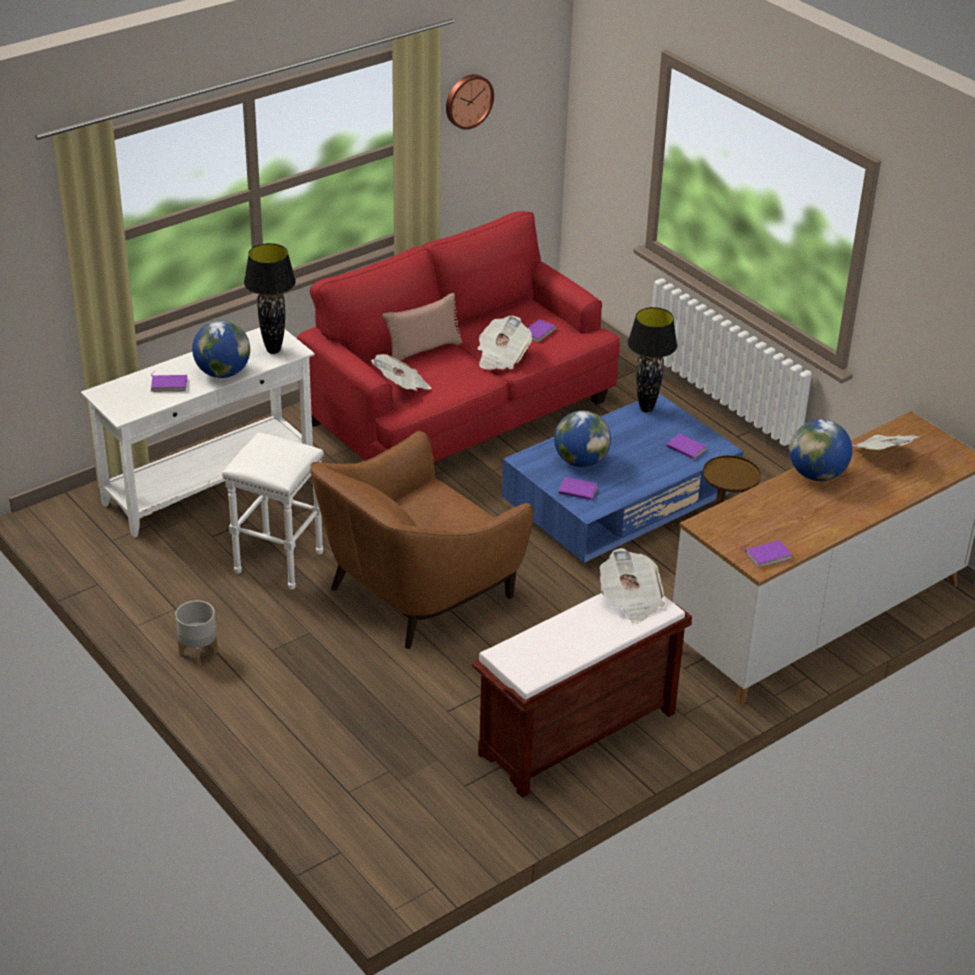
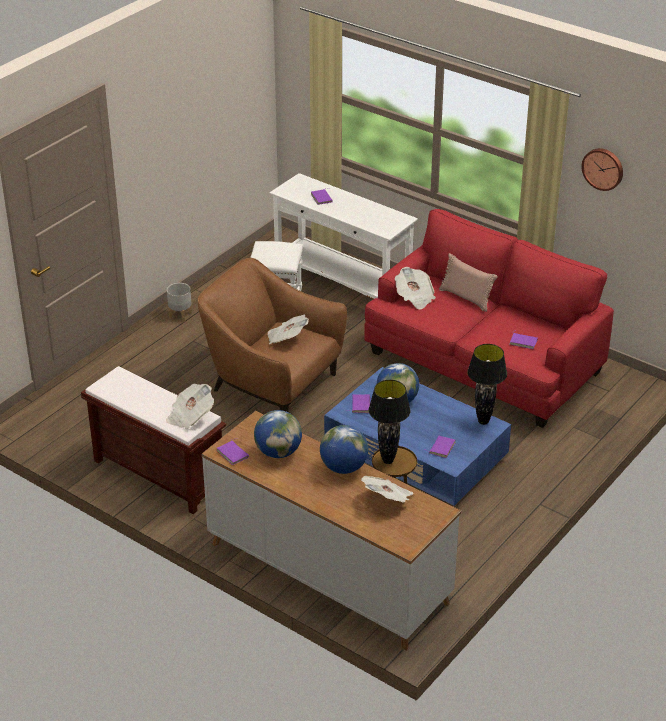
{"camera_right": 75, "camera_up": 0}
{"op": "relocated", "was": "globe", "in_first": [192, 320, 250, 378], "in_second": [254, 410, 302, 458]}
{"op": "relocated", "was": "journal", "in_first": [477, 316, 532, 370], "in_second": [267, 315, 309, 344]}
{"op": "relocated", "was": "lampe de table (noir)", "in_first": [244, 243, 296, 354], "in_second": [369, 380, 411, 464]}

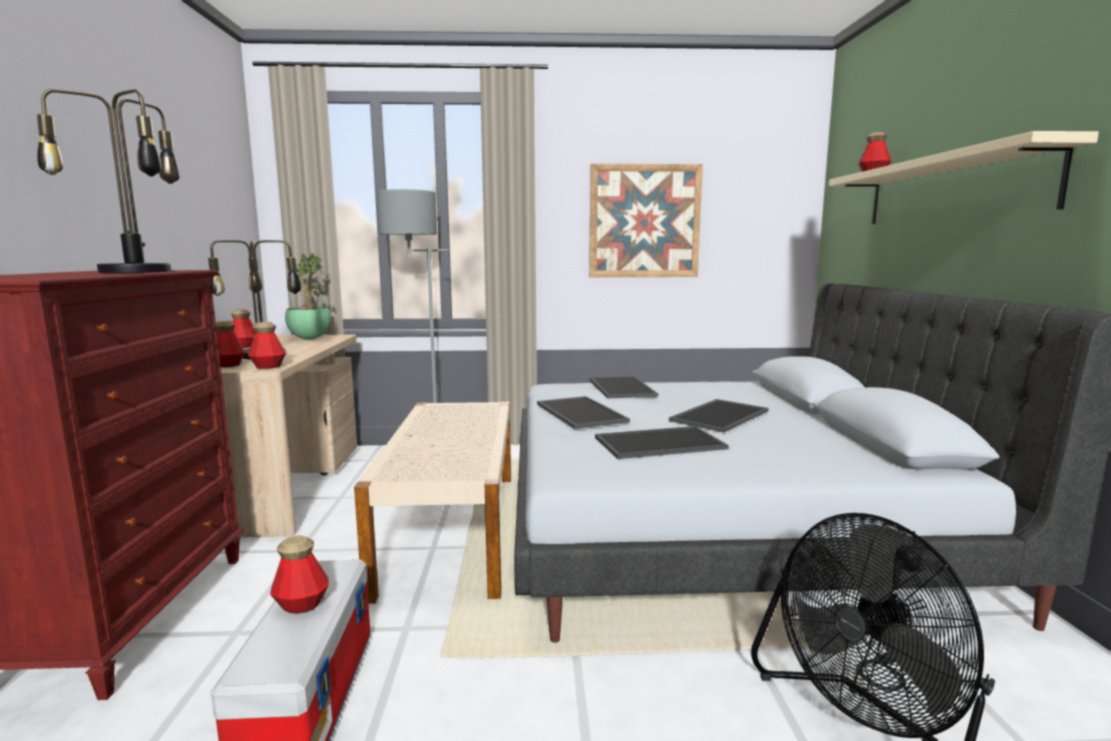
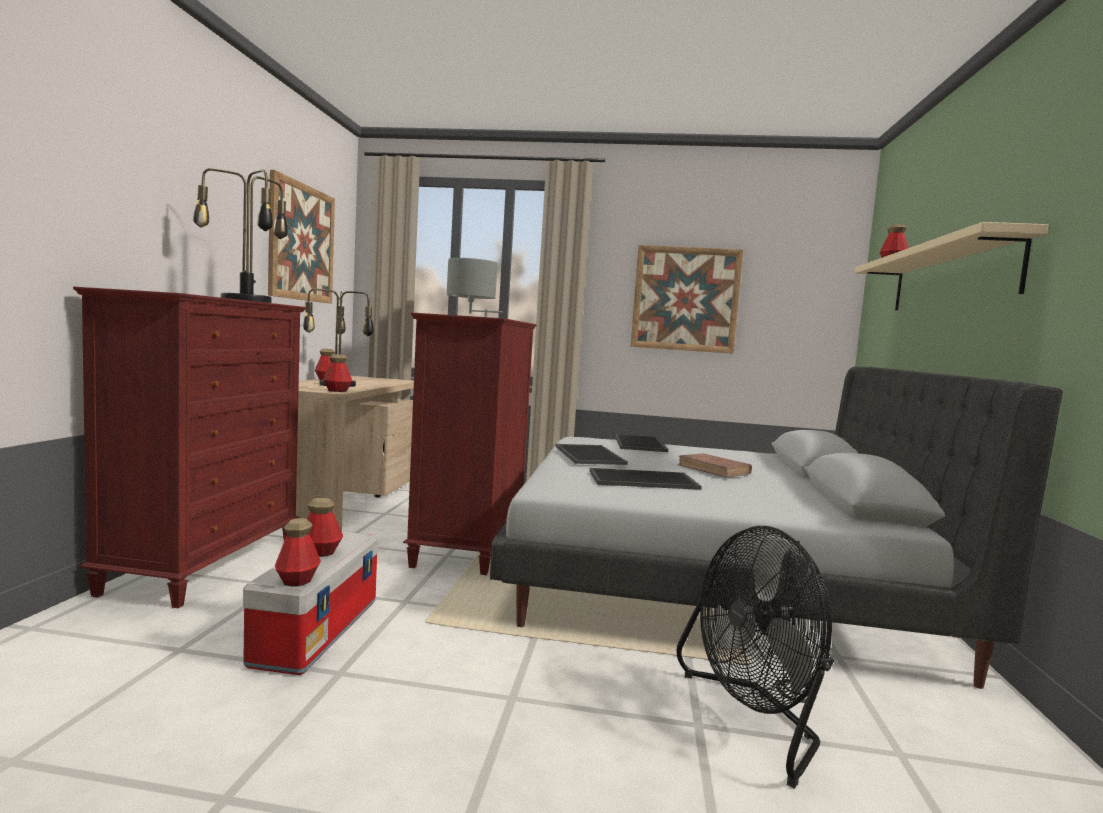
{"camera_right": 10, "camera_up": -5}
{"op": "appeared", "now": "tableau", "in_second": [268, 170, 335, 304]}
{"op": "relocated", "was": "bouteille", "in_first": [216, 321, 245, 367], "in_second": [275, 518, 321, 587]}
{"op": "exchanged", "was": "banc (beige)", "now": "commode (rouge)", "in_first": [354, 402, 511, 604], "in_second": [403, 313, 537, 575]}
{"op": "exchanged", "was": "plateau", "now": "livre (marron)", "in_first": [669, 399, 769, 432], "in_second": [677, 453, 752, 477]}
{"op": "missing", "was": "plante en pot", "in_first": [285, 253, 331, 339]}

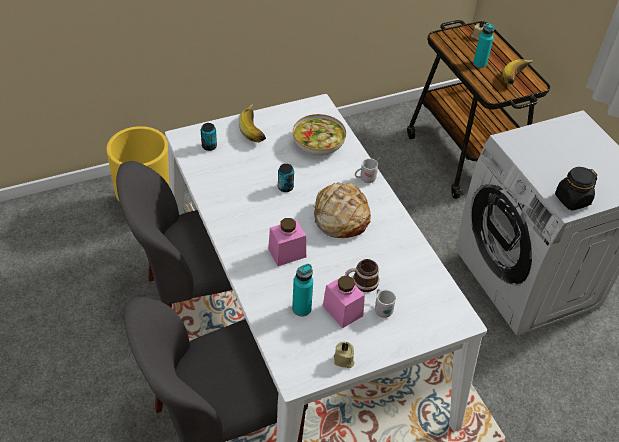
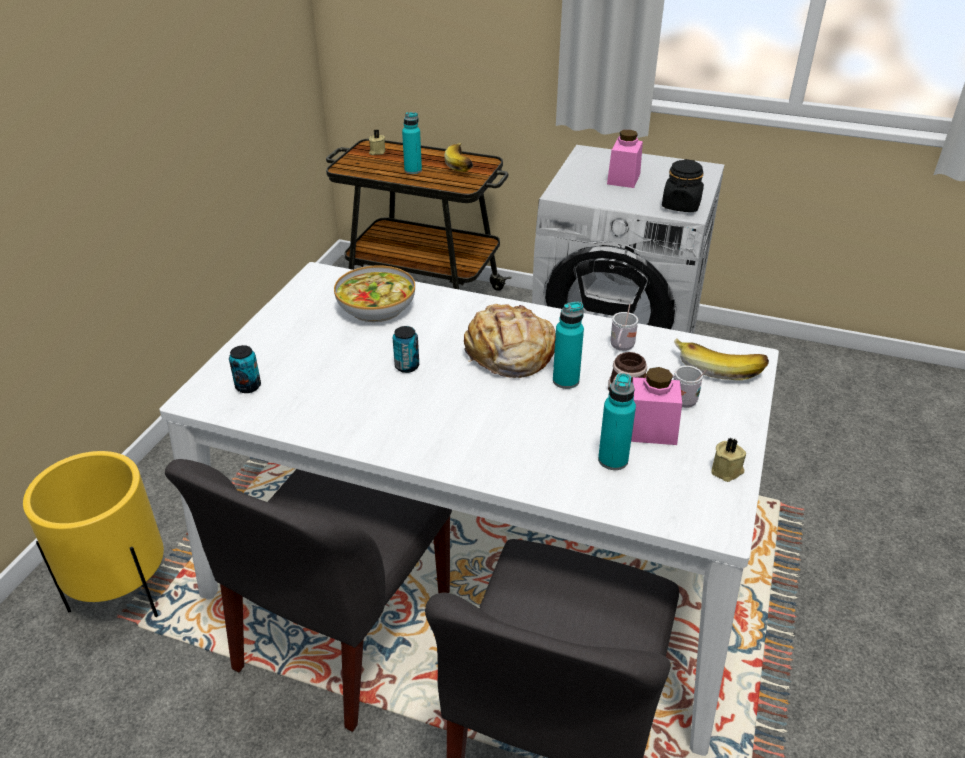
{"camera_right": -45, "camera_up": -10}
{"op": "appeared", "now": "bouteille (turquoise)", "in_second": [553, 301, 584, 389]}
{"op": "relocated", "was": "bocal (rose)", "in_first": [268, 218, 306, 266], "in_second": [607, 130, 643, 188]}
{"op": "relocated", "was": "mug (blanc)", "in_first": [355, 157, 380, 183], "in_second": [610, 304, 638, 351]}
{"op": "relocated", "was": "banane", "in_first": [239, 104, 266, 142], "in_second": [674, 338, 769, 380]}

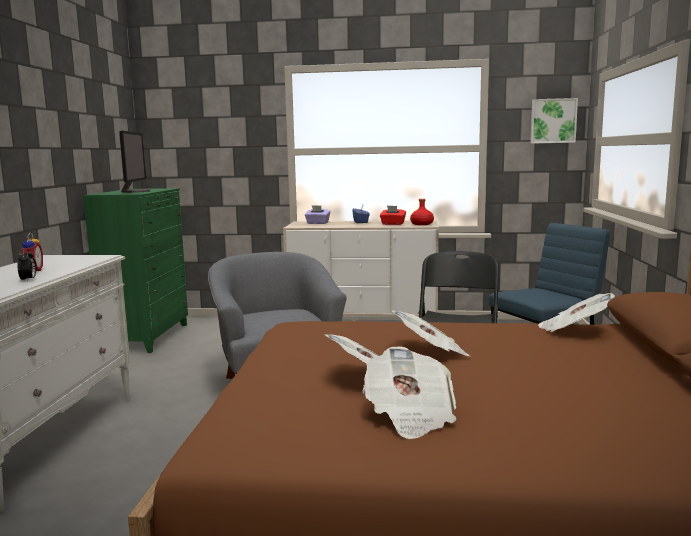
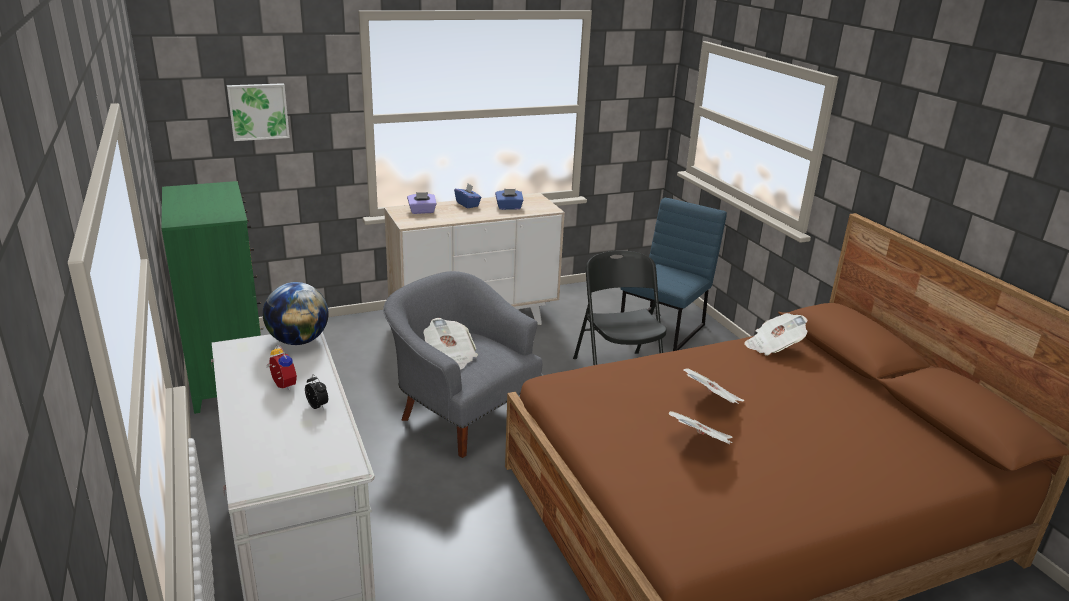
{"camera_right": -30, "camera_up": 15}
{"op": "relocated", "was": "tableau", "in_first": [530, 98, 578, 144], "in_second": [227, 83, 290, 141]}
{"op": "appeared", "now": "globe", "in_second": [263, 282, 329, 345]}
{"op": "relocated", "was": "journal", "in_first": [363, 346, 456, 439], "in_second": [423, 318, 478, 370]}
{"op": "colour", "was": "boîte à mouchoirs (rouge)", "now": "boîte à mouchoirs (bleu)", "in_first": [380, 206, 406, 225], "in_second": [495, 189, 524, 210]}
{"op": "missing", "was": "écran d'ordinateur", "in_first": [119, 131, 150, 193]}
{"op": "missing", "was": "bouteille (rouge)", "in_first": [410, 199, 434, 225]}

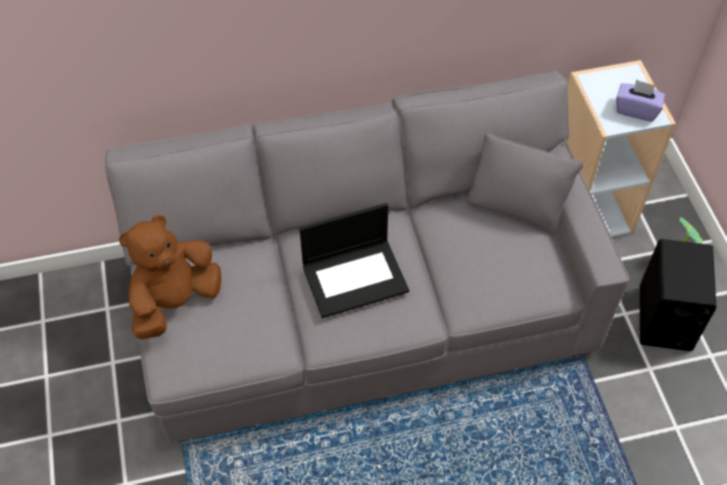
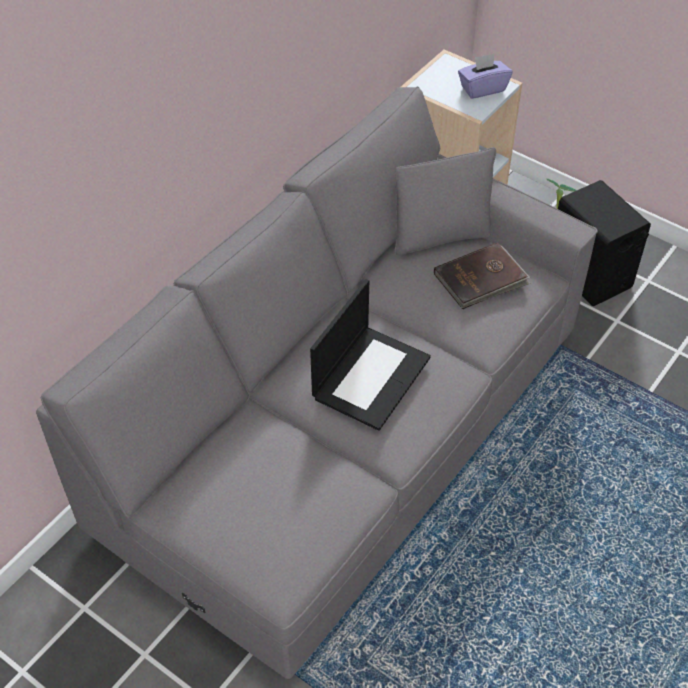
{"camera_right": -40, "camera_up": -5}
{"op": "appeared", "now": "livre (marron)", "in_second": [434, 242, 530, 309]}
{"op": "missing", "was": "peluche (marron)", "in_first": [119, 215, 222, 339]}

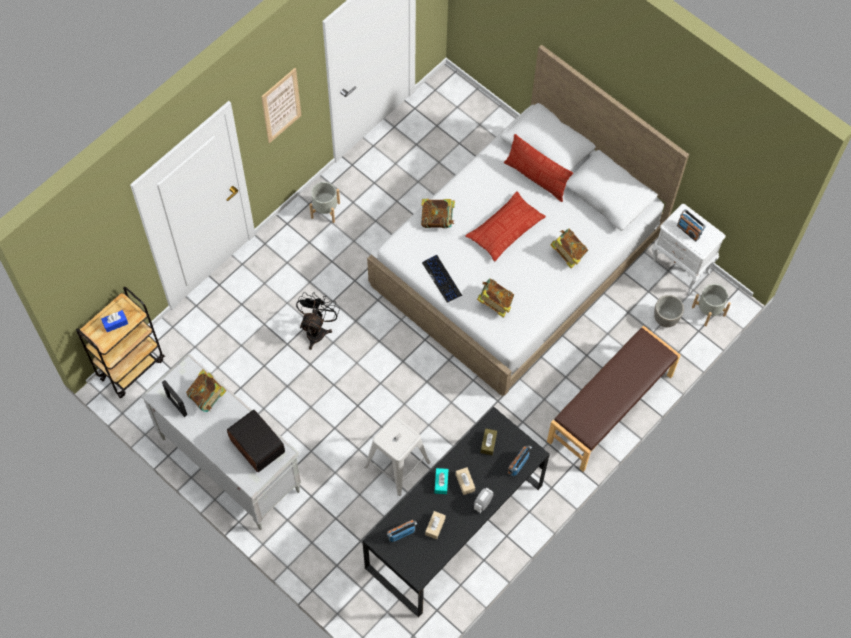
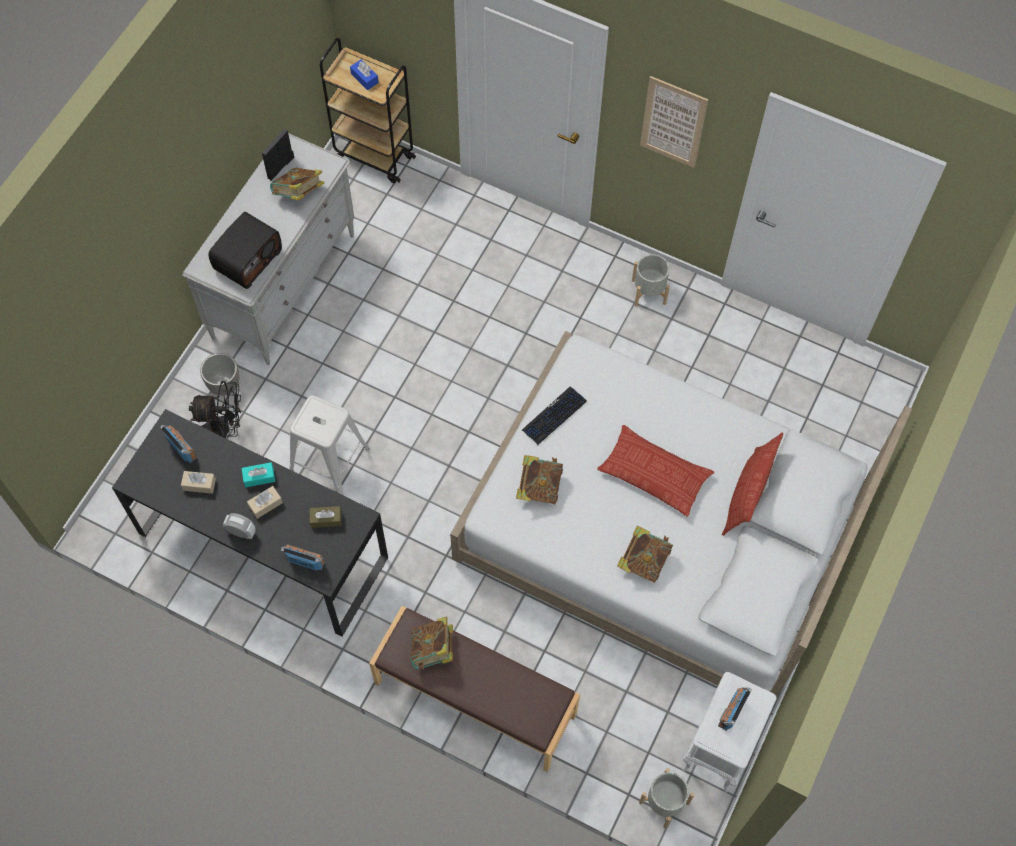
{"camera_right": 75, "camera_up": 0}
{"op": "relocated", "was": "ventilateur (noir)", "in_first": [296, 292, 340, 350], "in_second": [189, 381, 241, 438]}
{"op": "relocated", "was": "cache-pot", "in_first": [654, 295, 684, 327], "in_second": [200, 353, 239, 395]}
{"op": "relocated", "was": "livre", "in_first": [421, 199, 455, 228], "in_second": [411, 616, 453, 670]}

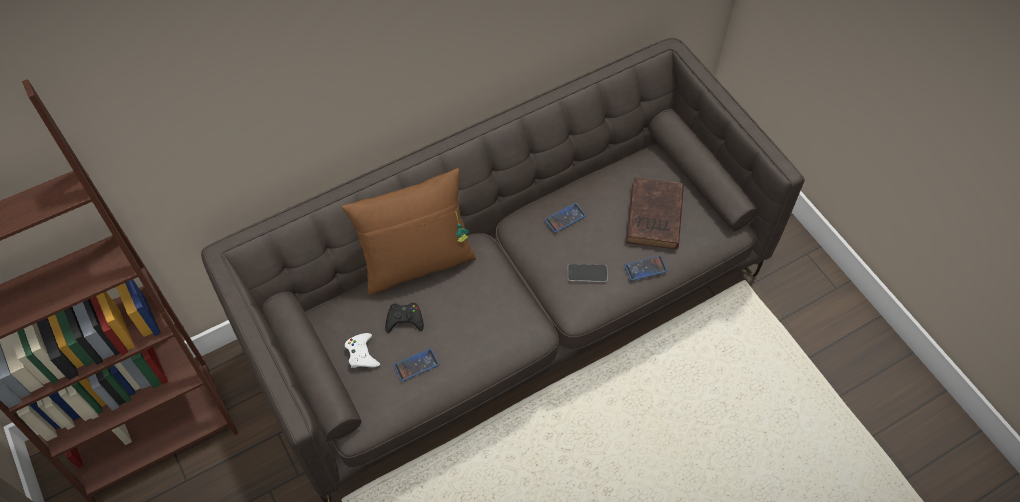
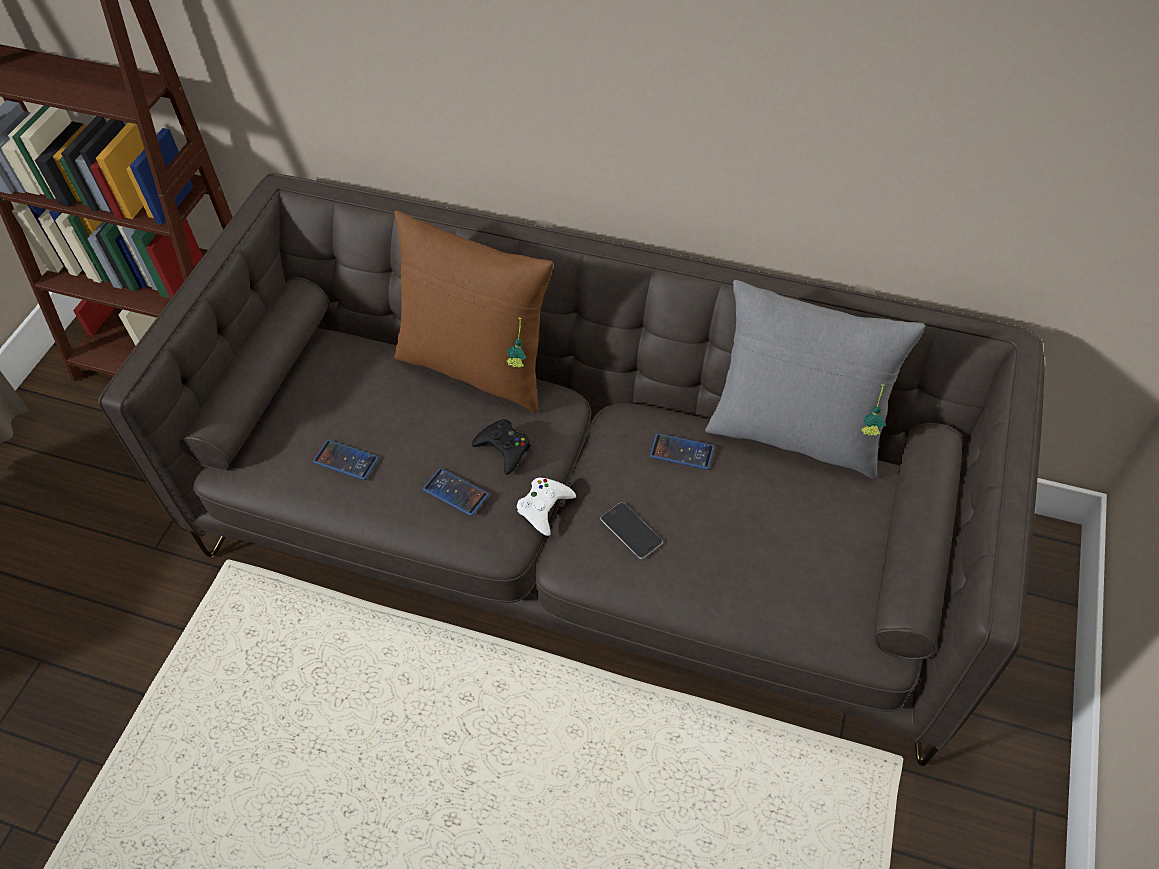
{"camera_right": 50, "camera_up": -5}
{"op": "relocated", "was": "téléphone", "in_first": [624, 255, 668, 281], "in_second": [423, 468, 489, 516]}
{"op": "relocated", "was": "manette (noir)", "in_first": [385, 303, 424, 333], "in_second": [472, 419, 531, 475]}
{"op": "relocated", "was": "manette (blanc)", "in_first": [345, 333, 380, 368], "in_second": [517, 478, 576, 536]}
{"op": "appeared", "now": "coussin (gris)", "in_second": [705, 280, 925, 479]}
{"op": "missing", "was": "livre (marron)", "in_first": [626, 177, 684, 249]}

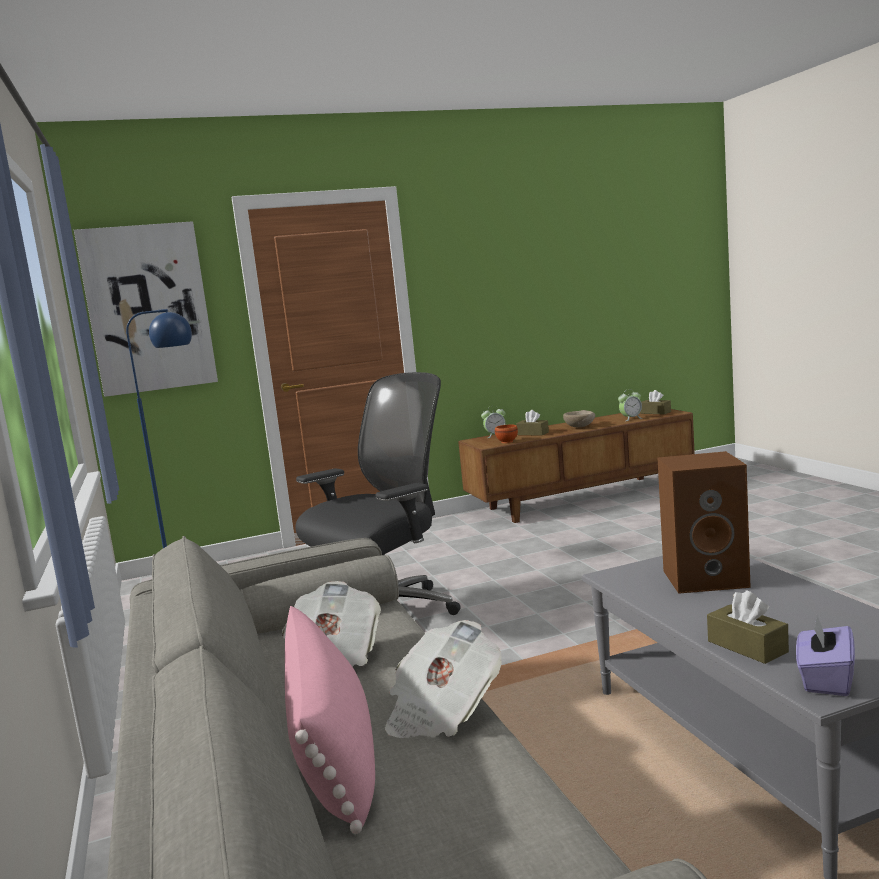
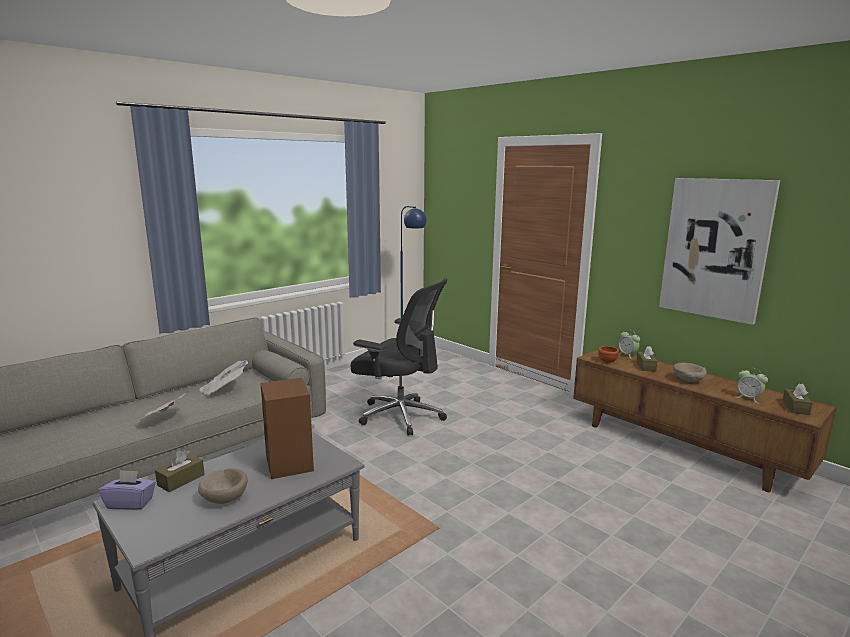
{"camera_right": 65, "camera_up": 5}
{"op": "appeared", "now": "bol (beige)", "in_second": [198, 468, 248, 504]}
{"op": "relocated", "was": "tableau", "in_first": [74, 221, 218, 397], "in_second": [659, 178, 780, 325]}
{"op": "missing", "was": "coussin (rose)", "in_first": [285, 606, 375, 834]}

